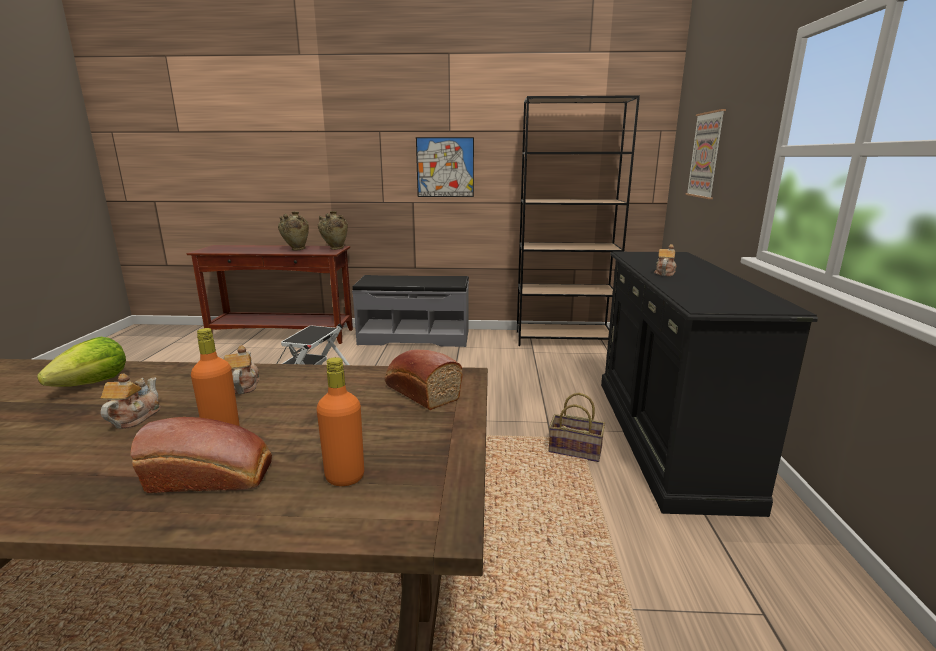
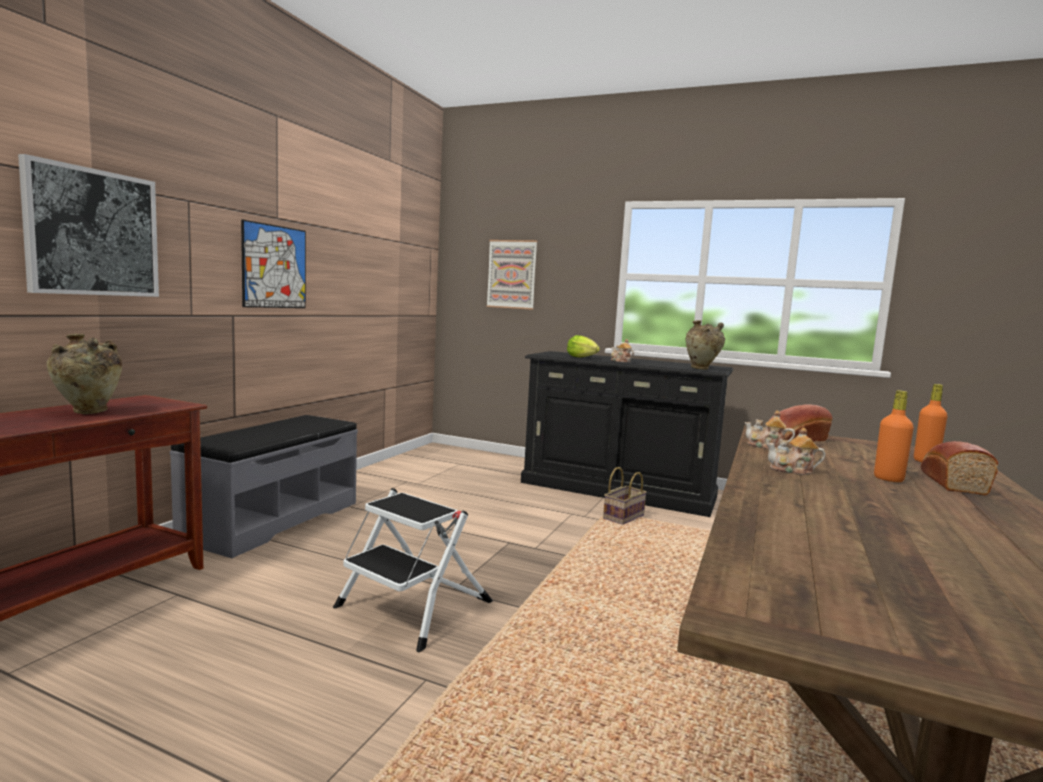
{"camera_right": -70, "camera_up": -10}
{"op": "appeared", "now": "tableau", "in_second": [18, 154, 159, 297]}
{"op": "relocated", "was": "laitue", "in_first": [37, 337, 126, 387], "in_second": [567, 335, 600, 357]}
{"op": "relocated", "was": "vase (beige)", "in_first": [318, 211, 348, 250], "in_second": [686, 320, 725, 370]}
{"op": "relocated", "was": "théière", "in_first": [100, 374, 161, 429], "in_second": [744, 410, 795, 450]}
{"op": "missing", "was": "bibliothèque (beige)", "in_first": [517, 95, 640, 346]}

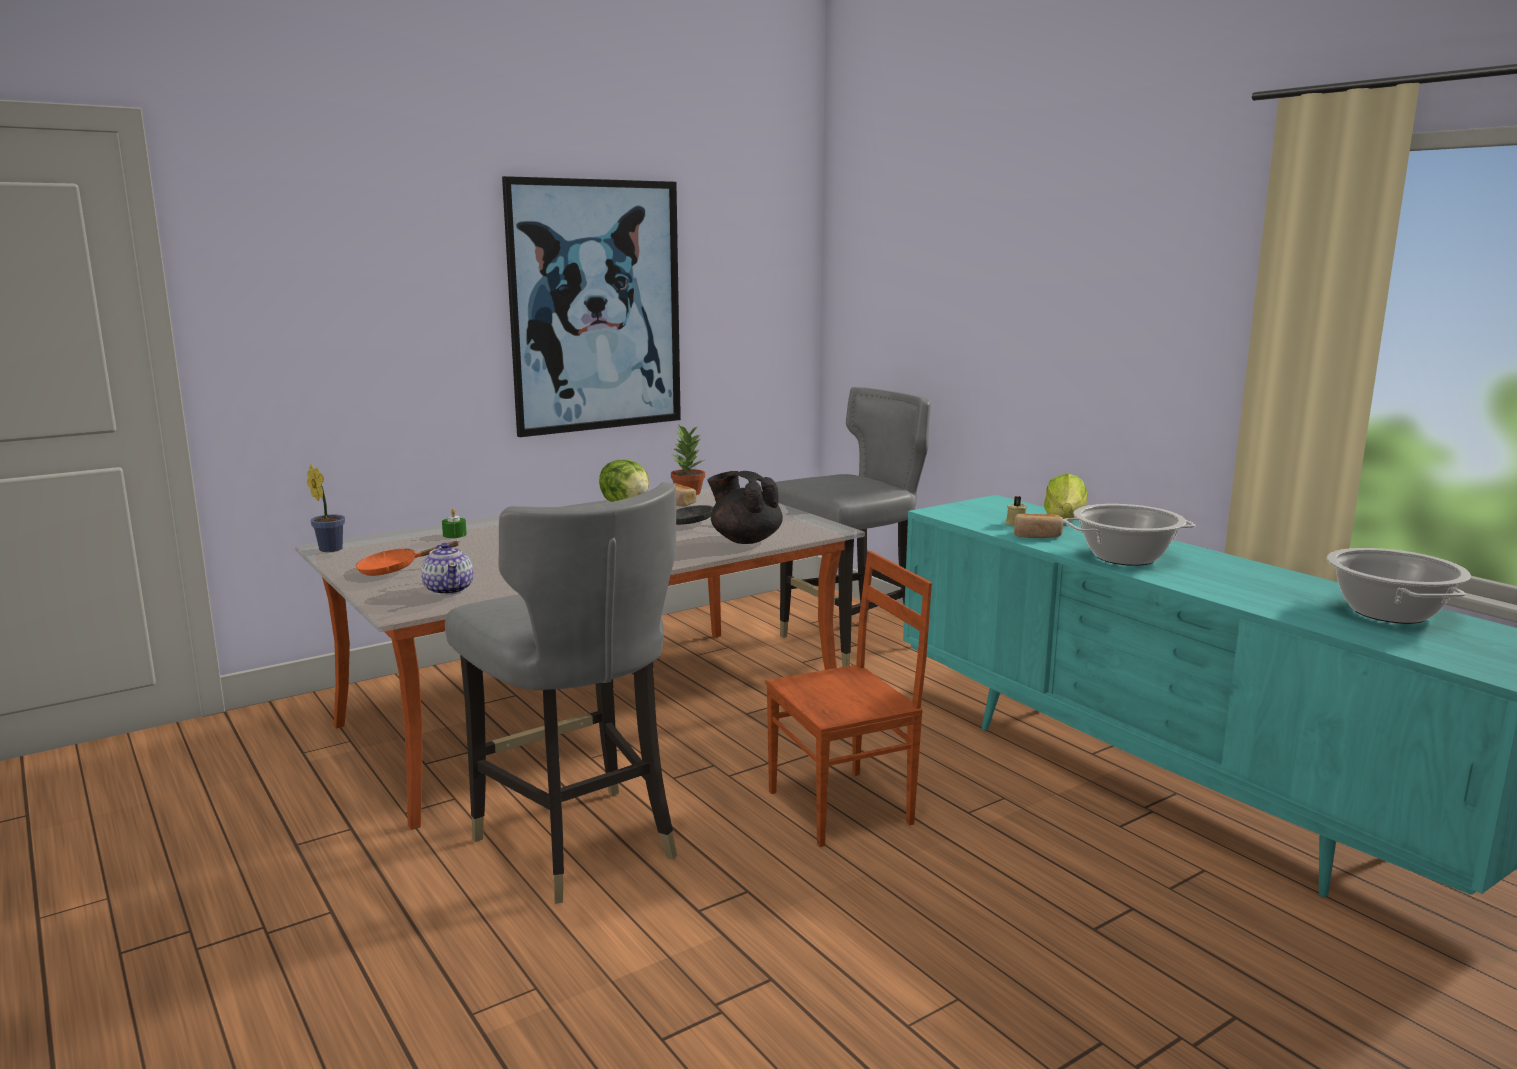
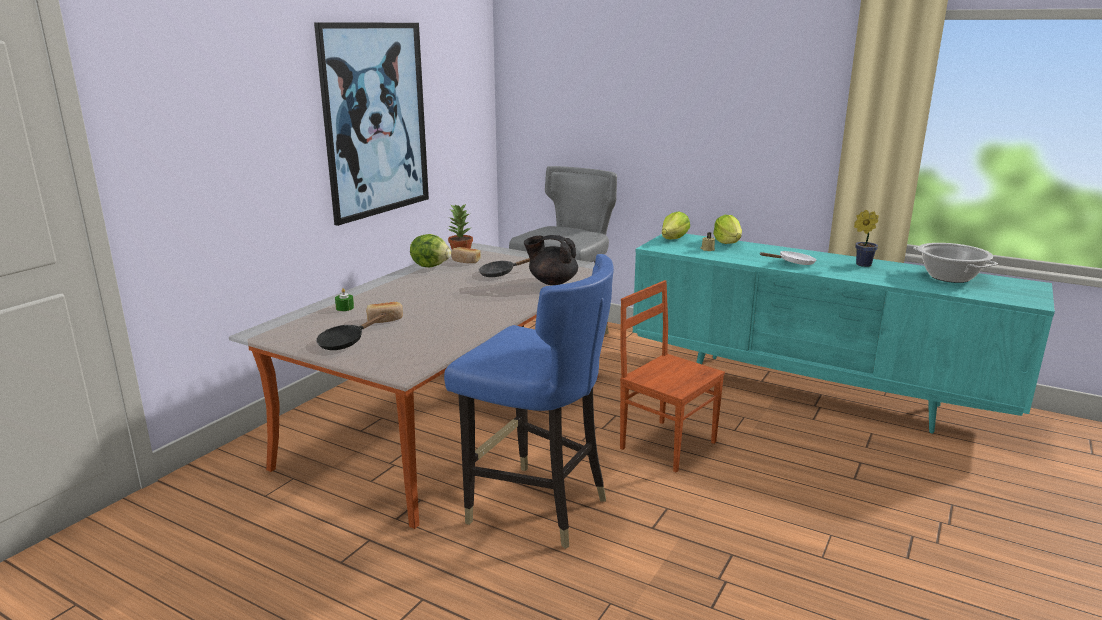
{"camera_right": -25, "camera_up": 5}
{"op": "colour", "was": "poêle (orange)", "now": "poêle (noir)", "in_first": [356, 541, 460, 576], "in_second": [316, 313, 386, 350]}
{"op": "relocated", "was": "pain", "in_first": [1014, 514, 1063, 538], "in_second": [366, 302, 403, 323]}
{"op": "colour", "was": "chaise (gris)", "now": "chaise (bleu)", "in_first": [445, 482, 677, 904], "in_second": [444, 254, 614, 549]}
{"op": "spun", "was": "chaise (marron)", "in_first": [766, 551, 932, 847], "in_second": [620, 280, 725, 472], "clockwise": -90}
{"op": "appeared", "now": "laitue", "in_second": [662, 212, 690, 239]}
{"op": "exchanged", "was": "marmite", "now": "poêle (blanc)", "in_first": [1063, 504, 1196, 566], "in_second": [760, 251, 817, 265]}
{"op": "relocated", "was": "plante en pot", "in_first": [307, 464, 345, 552], "in_second": [854, 210, 879, 267]}
{"op": "missing", "was": "théière", "in_first": [421, 543, 473, 595]}

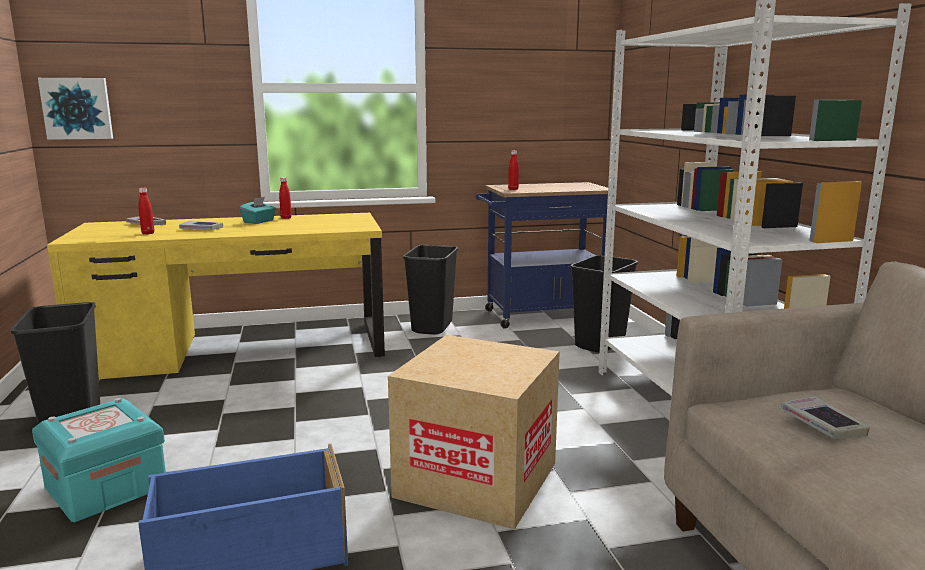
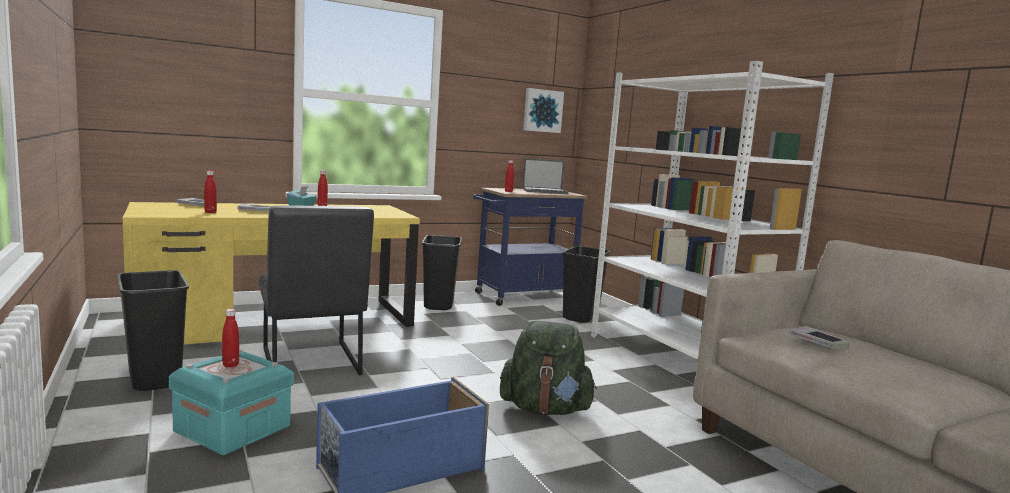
{"camera_right": -15, "camera_up": -5}
{"op": "appeared", "now": "bouteille (rouge)", "in_second": [222, 309, 239, 368]}
{"op": "appeared", "now": "chaise (gris)", "in_second": [259, 205, 374, 375]}
{"op": "exchanged", "was": "carton", "now": "sac à dos (vert)", "in_first": [388, 335, 560, 530], "in_second": [500, 321, 597, 415]}
{"op": "appeared", "now": "ordinateur portable", "in_second": [522, 158, 569, 194]}
{"op": "relocated", "was": "tableau", "in_first": [38, 78, 113, 140], "in_second": [523, 88, 564, 133]}

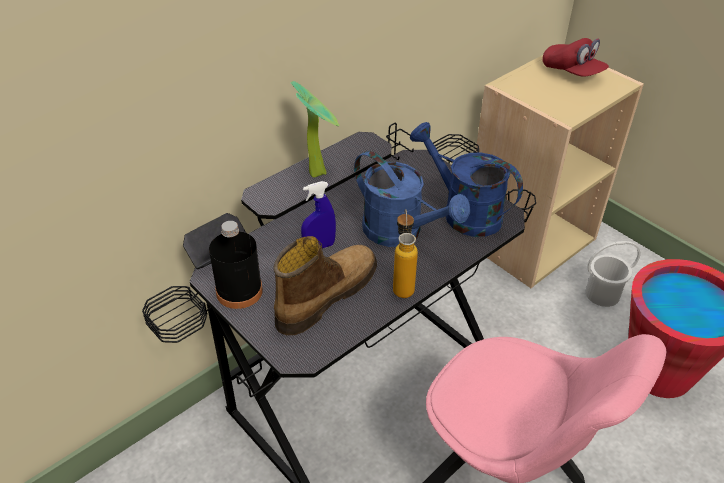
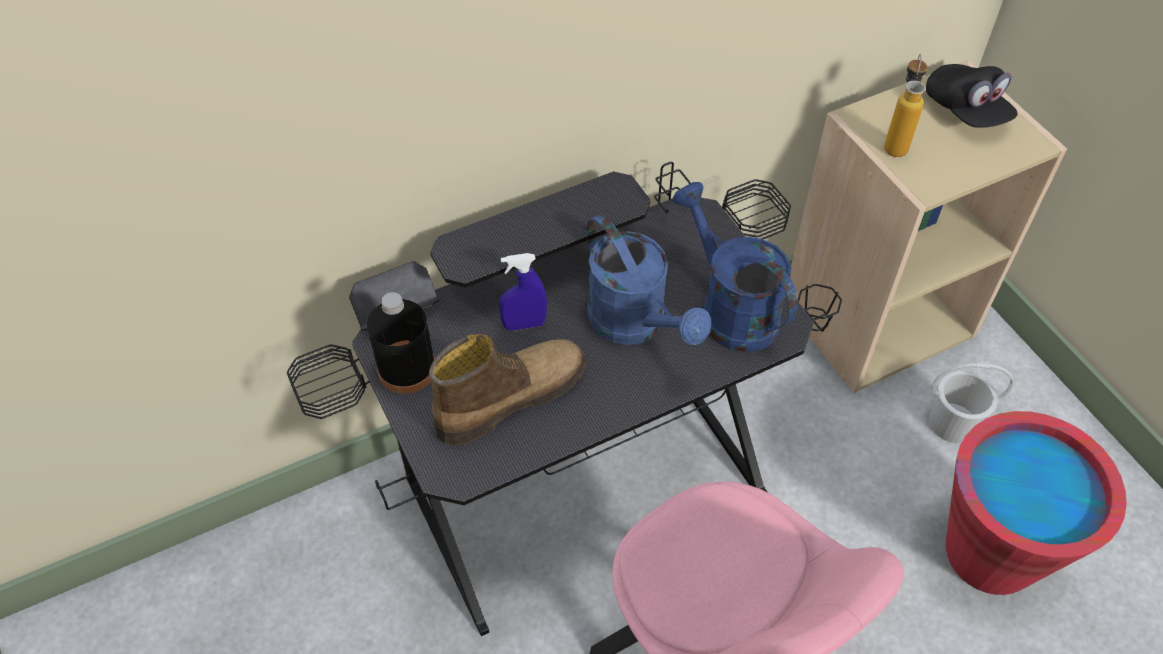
{"camera_right": 15, "camera_up": 10}
{"op": "relocated", "was": "bouteille", "in_first": [393, 209, 418, 298], "in_second": [884, 54, 927, 157]}
{"op": "colour", "was": "casquette (rouge)", "now": "casquette (noir)", "in_first": [542, 38, 609, 77], "in_second": [926, 64, 1018, 128]}
{"op": "missing", "was": "plante en pot", "in_first": [290, 81, 339, 177]}

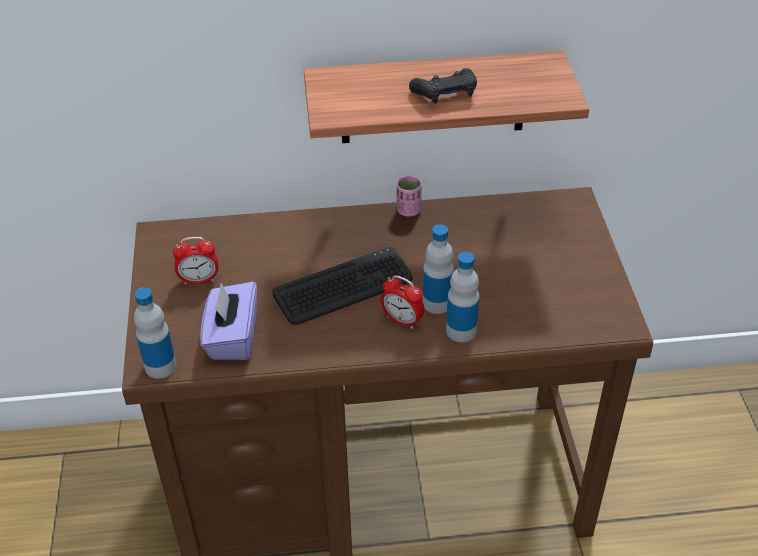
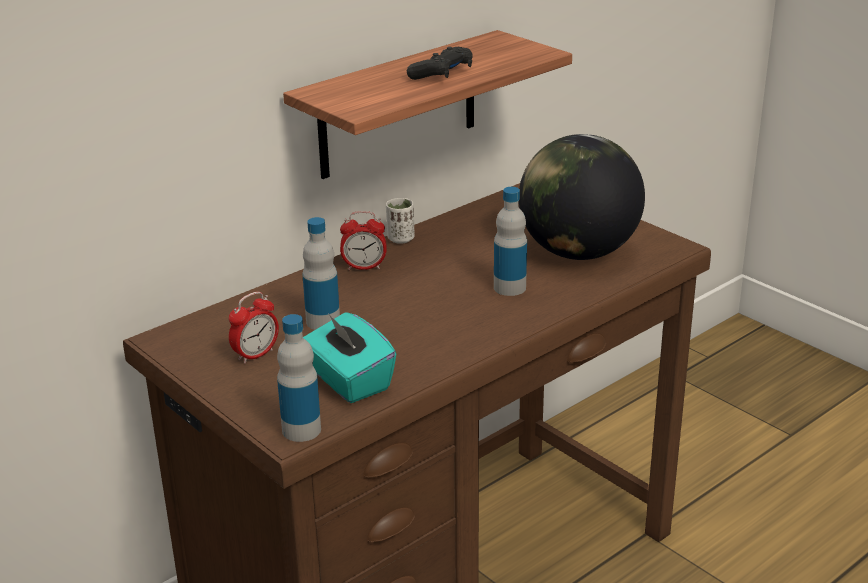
{"camera_right": -35, "camera_up": -15}
{"op": "relocated", "was": "bouteille", "in_first": [446, 252, 479, 342], "in_second": [302, 217, 340, 330]}
{"op": "colour", "was": "boîte à mouchoirs (violet)", "now": "boîte à mouchoirs (turquoise)", "in_first": [200, 281, 257, 360], "in_second": [303, 312, 396, 403]}
{"op": "relocated", "was": "réveil", "in_first": [381, 275, 424, 329], "in_second": [340, 211, 387, 270]}
{"op": "colour", "was": "tasse (rose)", "now": "tasse (blanc)", "in_first": [396, 175, 422, 217], "in_second": [386, 198, 414, 244]}
{"op": "appeared", "now": "globe", "in_second": [519, 134, 645, 260]}
{"op": "missing", "was": "clavier", "in_first": [272, 246, 413, 325]}

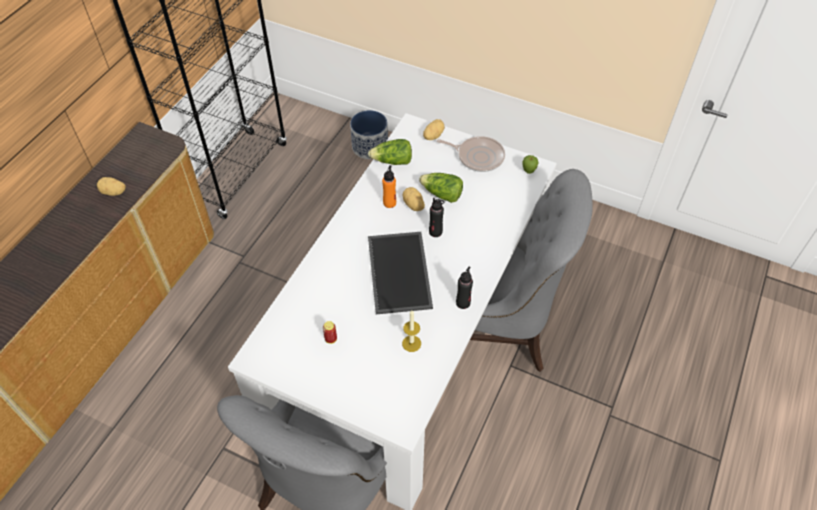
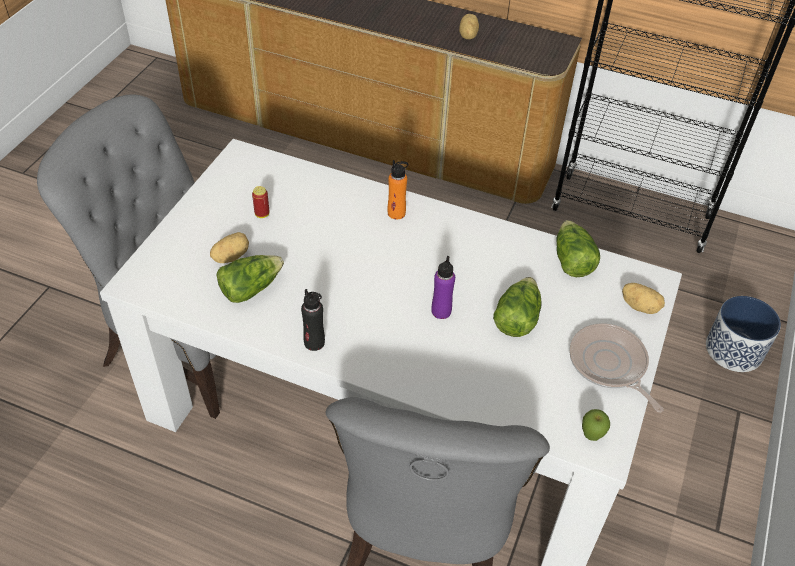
{"camera_right": 85, "camera_up": -5}
{"op": "relocated", "was": "pomme de terre", "in_first": [402, 187, 425, 211], "in_second": [210, 232, 249, 263]}
{"op": "exchanged", "was": "bougie", "now": "laitue", "in_first": [402, 310, 421, 352], "in_second": [217, 255, 284, 303]}
{"op": "relocated", "was": "bouteille (orange)", "in_first": [382, 165, 396, 208], "in_second": [387, 160, 409, 220]}
{"op": "colour", "was": "bouteille (noir)", "now": "bouteille (violet)", "in_first": [429, 198, 444, 237], "in_second": [431, 256, 455, 319]}
{"op": "spun", "was": "poêle", "in_first": [437, 136, 505, 172], "in_second": [569, 323, 663, 413], "clockwise": 135}
{"op": "missing", "was": "plateau", "in_first": [368, 232, 433, 314]}

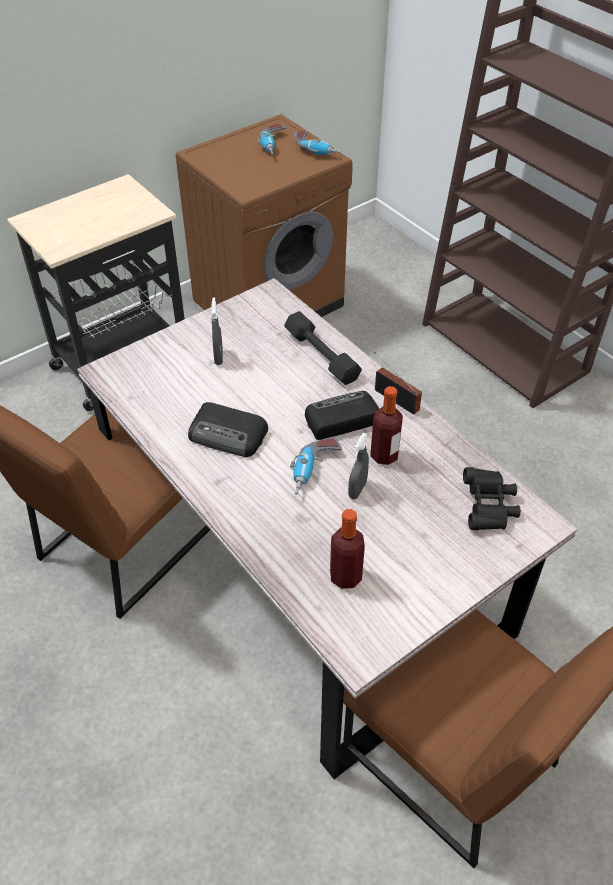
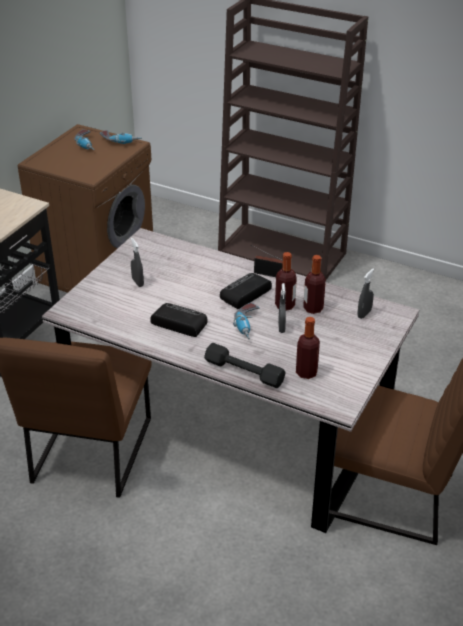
{"camera_right": -25, "camera_up": -10}
{"op": "spun", "was": "radio", "in_first": [188, 402, 268, 457], "in_second": [150, 303, 208, 337], "clockwise": -150}
{"op": "relocated", "was": "haltère (noir)", "in_first": [284, 311, 362, 385], "in_second": [204, 343, 286, 388]}
{"op": "appeared", "now": "bouteille", "in_second": [303, 255, 326, 314]}
{"op": "exchanged", "was": "jumelles (noir)", "now": "vaporisateur (gris)", "in_first": [463, 467, 521, 530], "in_second": [357, 268, 374, 319]}

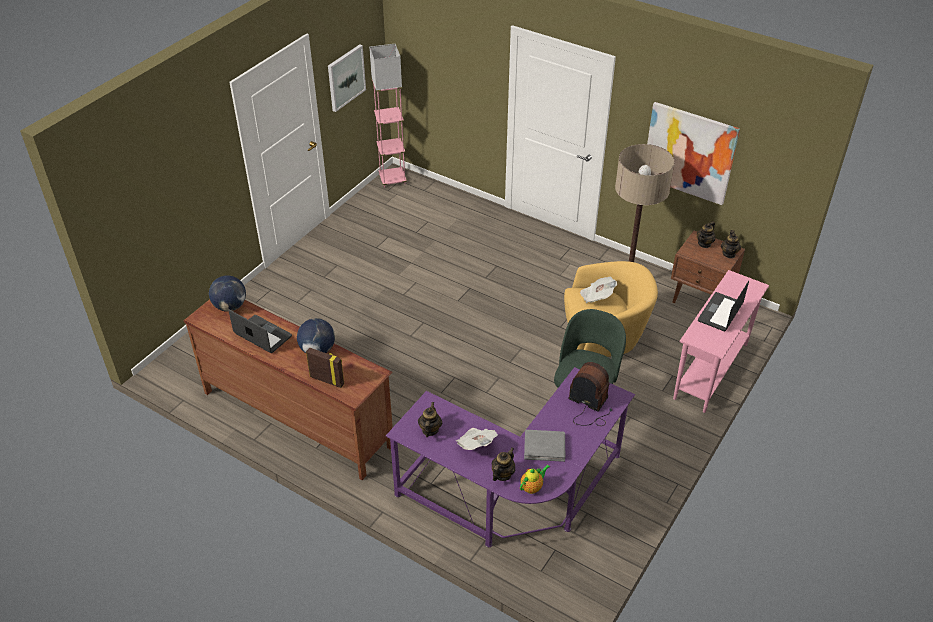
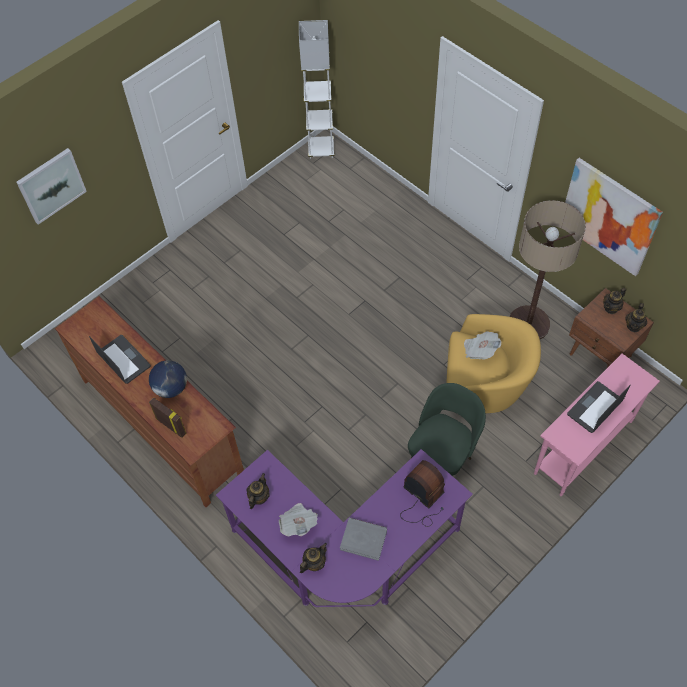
{"camera_right": 15, "camera_up": 15}
{"op": "relocated", "was": "tableau", "in_first": [328, 44, 366, 112], "in_second": [17, 148, 87, 225]}
{"op": "colour", "was": "lampadaire (rose)", "now": "lampadaire (blanc)", "in_first": [369, 44, 407, 188], "in_second": [299, 20, 334, 159]}
{"op": "missing", "was": "globe", "in_first": [209, 276, 246, 312]}
{"op": "missing", "was": "théière", "in_first": [520, 465, 550, 494]}

